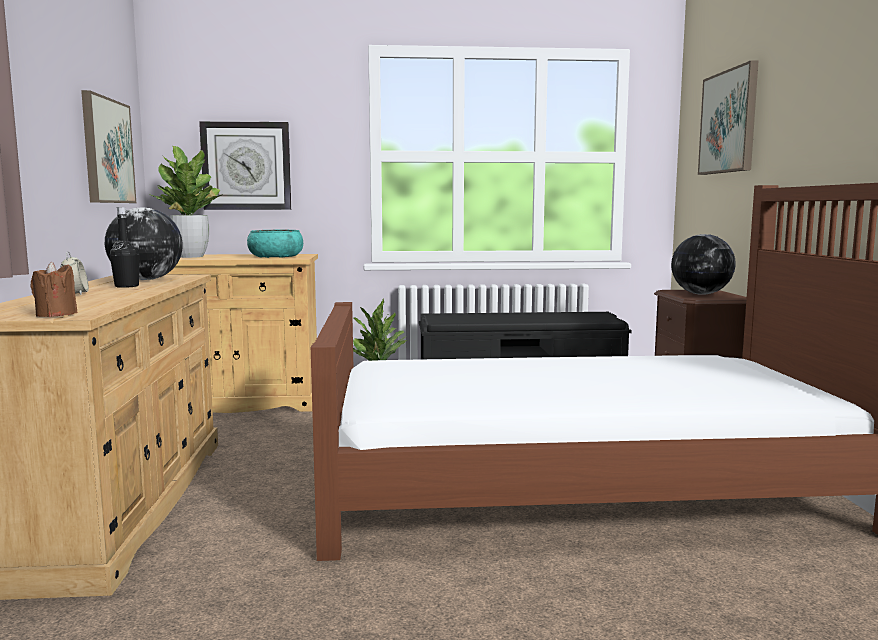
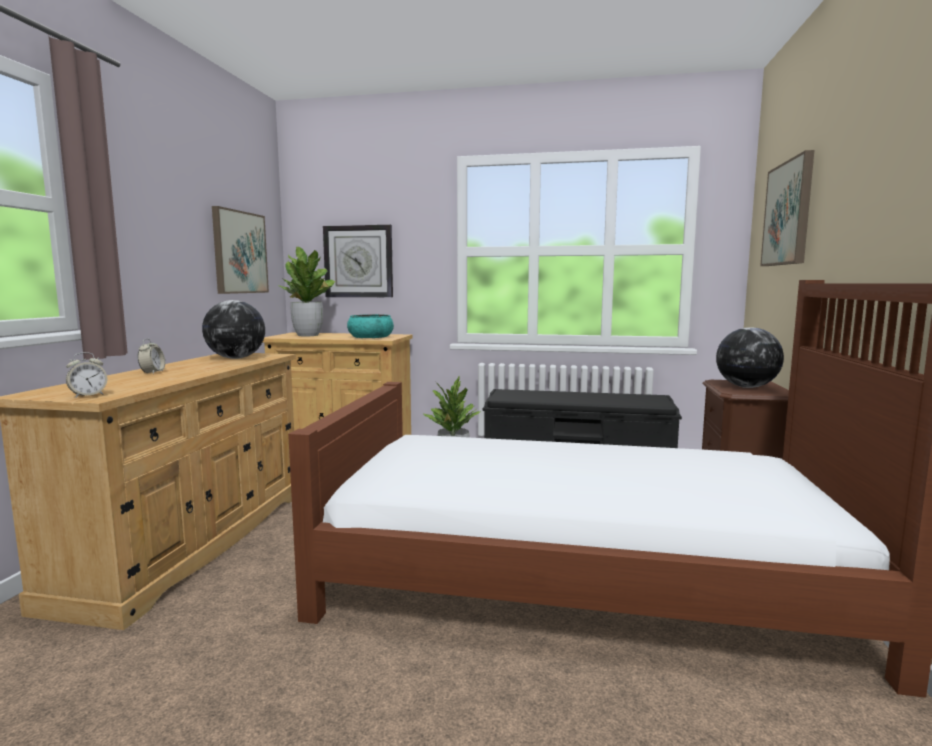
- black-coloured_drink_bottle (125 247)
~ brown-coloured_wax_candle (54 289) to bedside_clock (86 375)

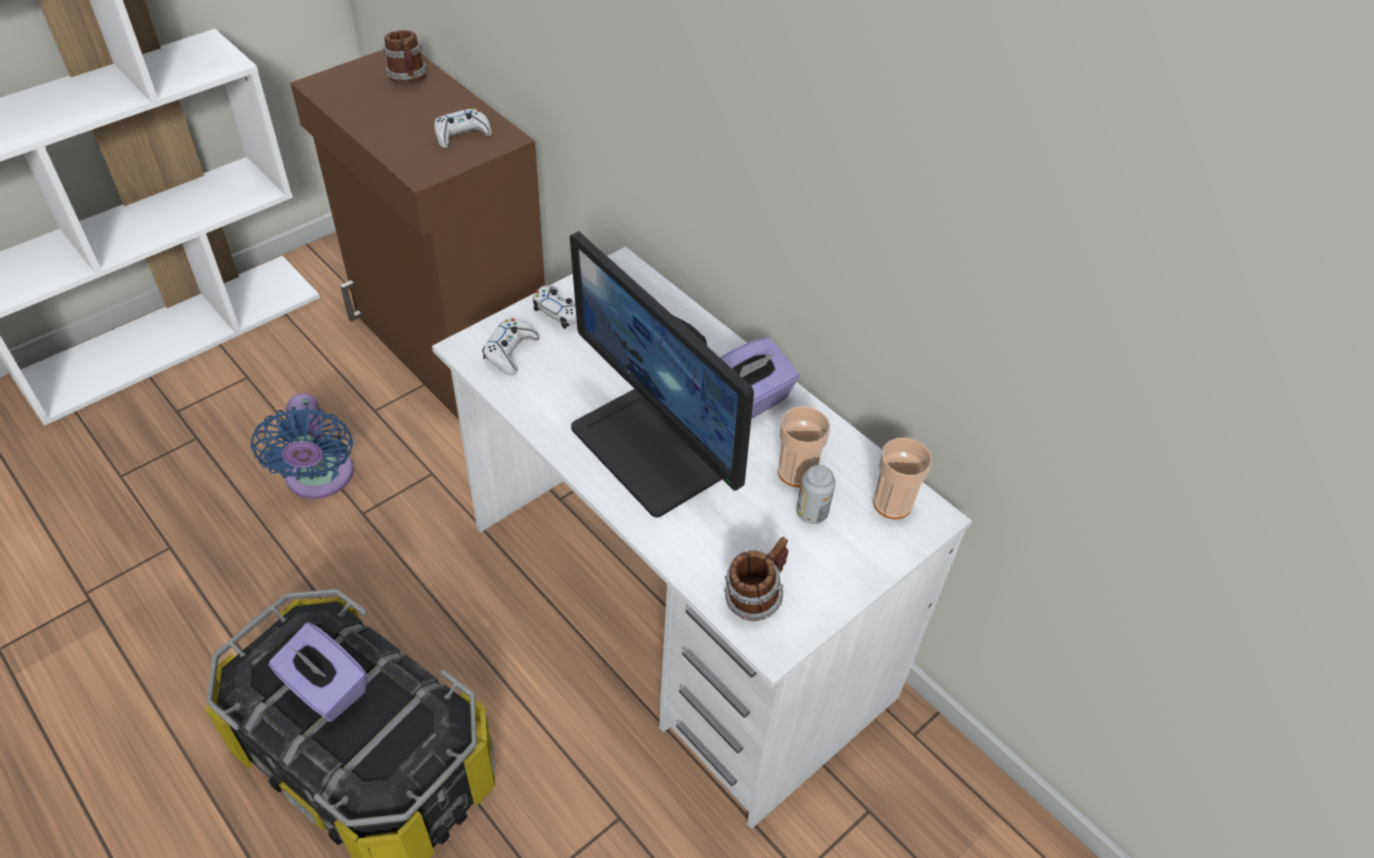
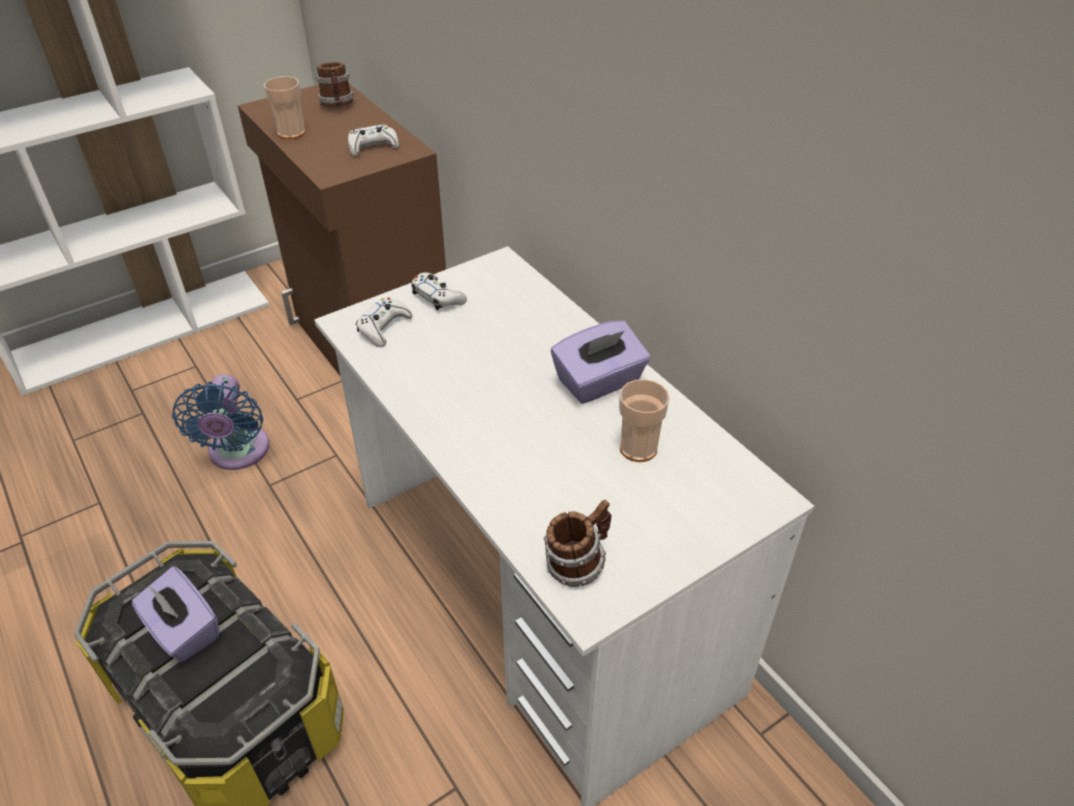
- monitor (662 374)
~ drinking_cup (902 478) to (284 108)
- metal_can (816 494)

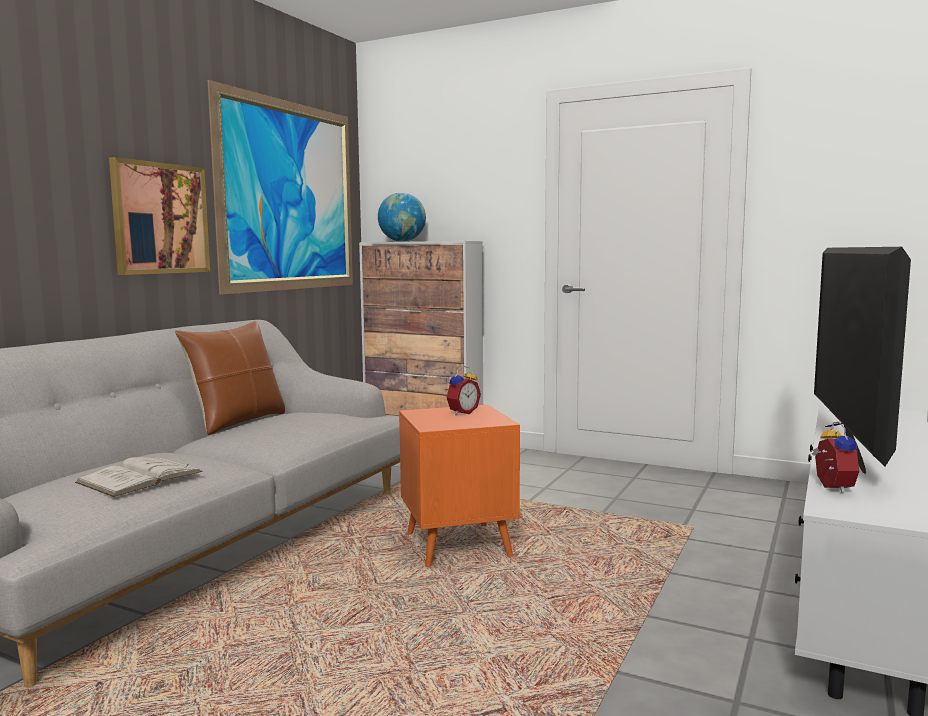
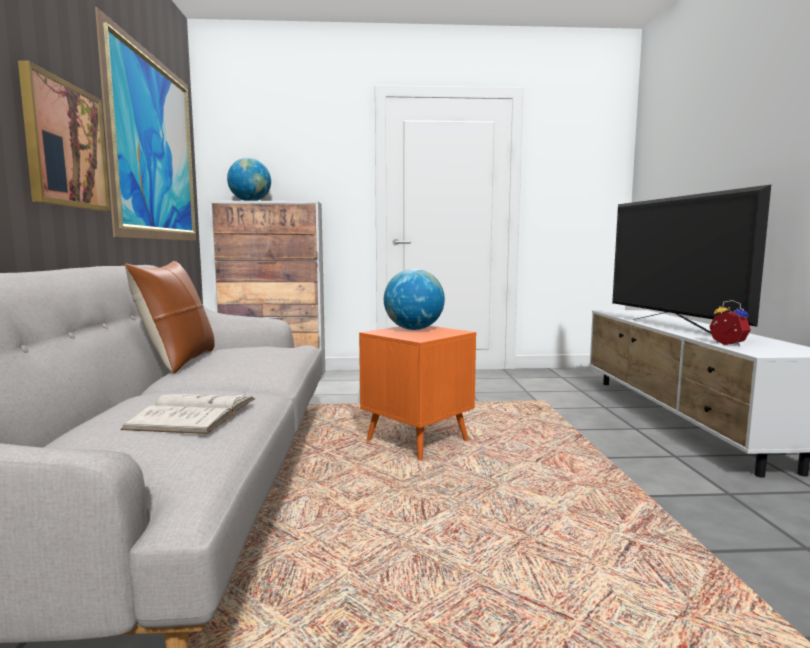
~ bedside_clock (463 390) to globe (414 299)

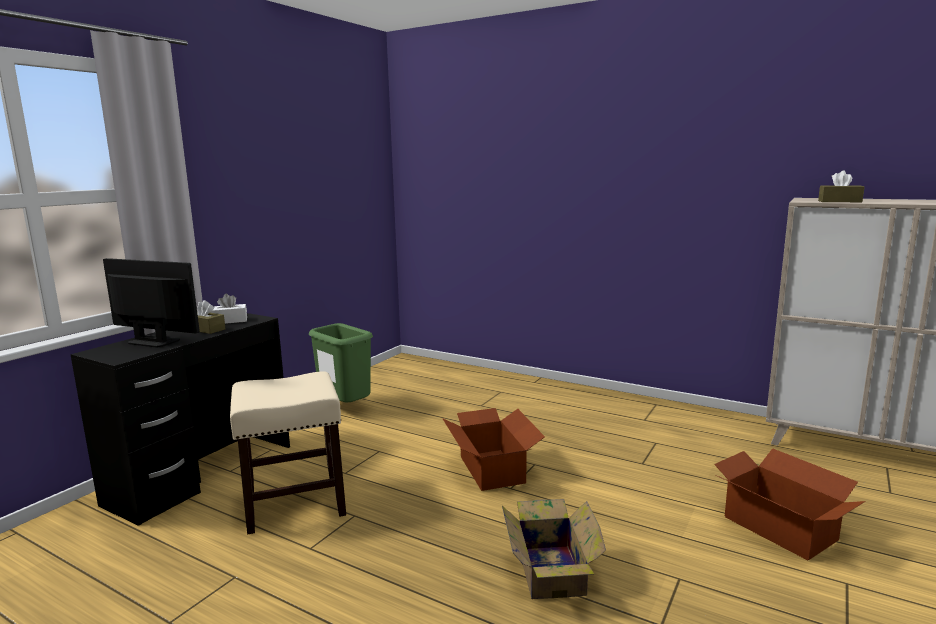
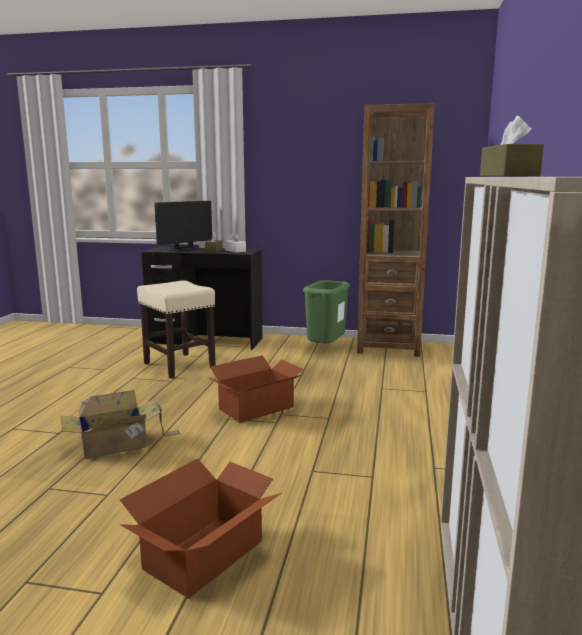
~ monitor (151 302) = (183 226) 45 degrees clockwise
+ brown-coloured_bookshelf (396 230)

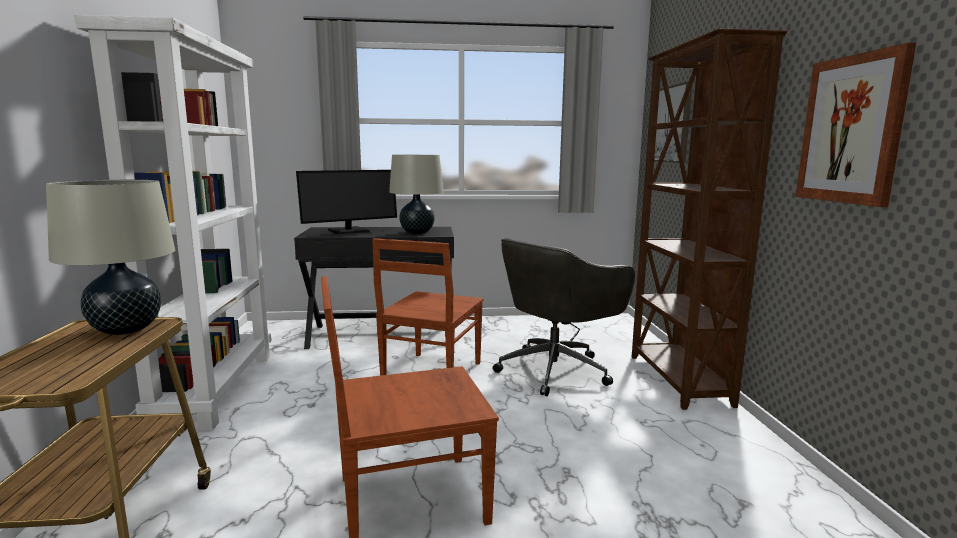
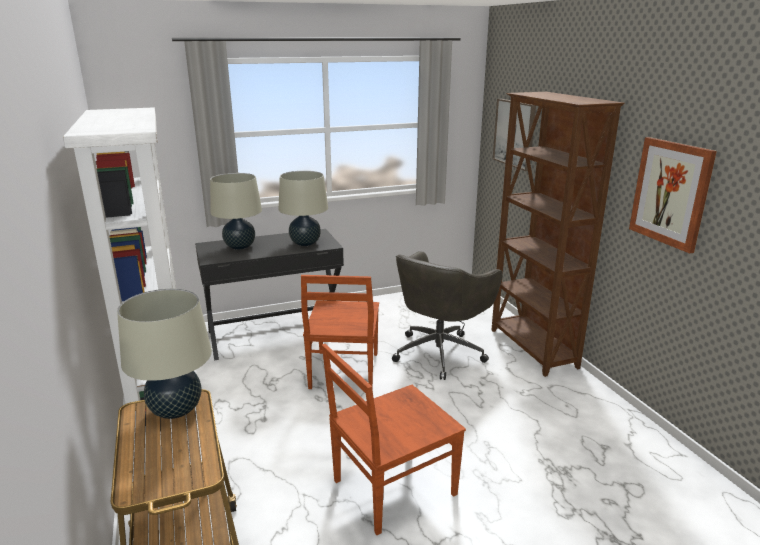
~ monitor (346 202) to beige-coloured_table_lamp (236 211)

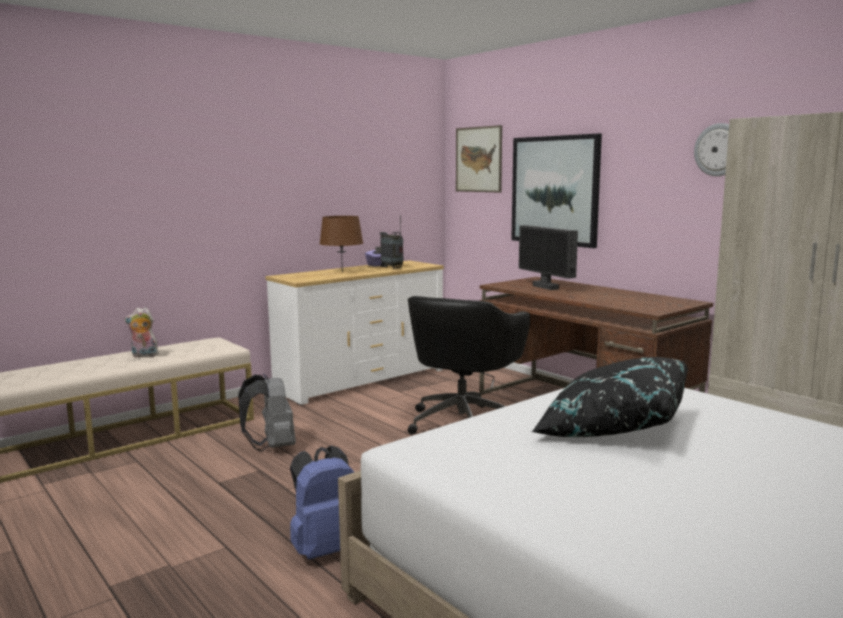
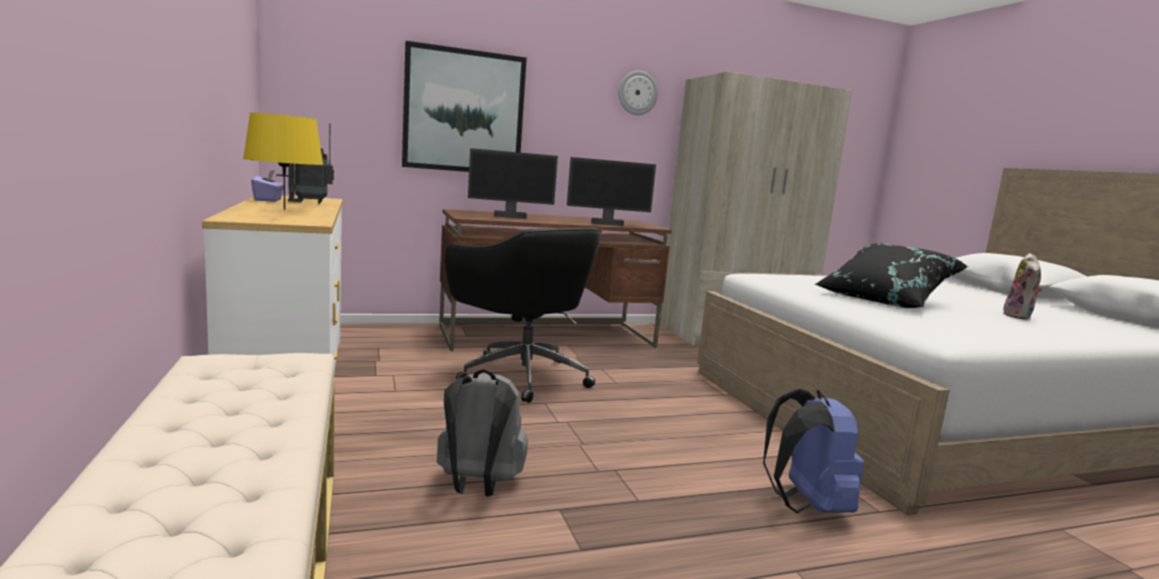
- picture (479 158)
~ brown-coloured_table_lamp (341 244) to yellow_table_lamp (283 161)
~ plush_toy (142 332) to (1023 286)
+ monitor (611 191)

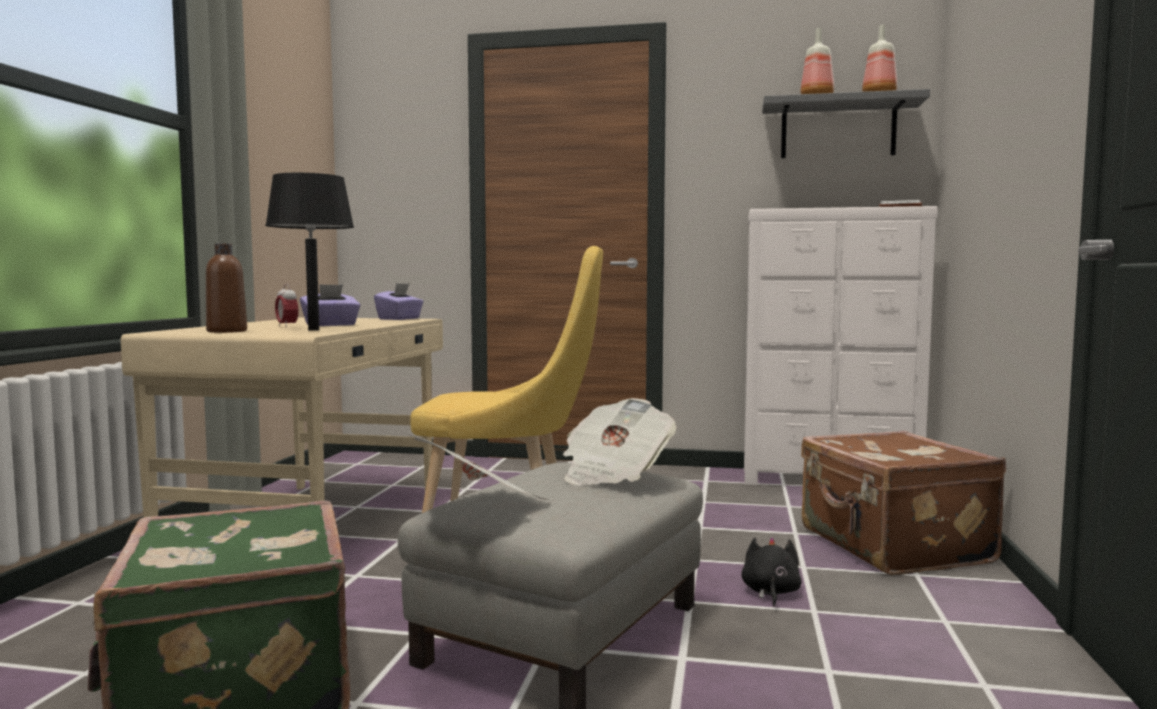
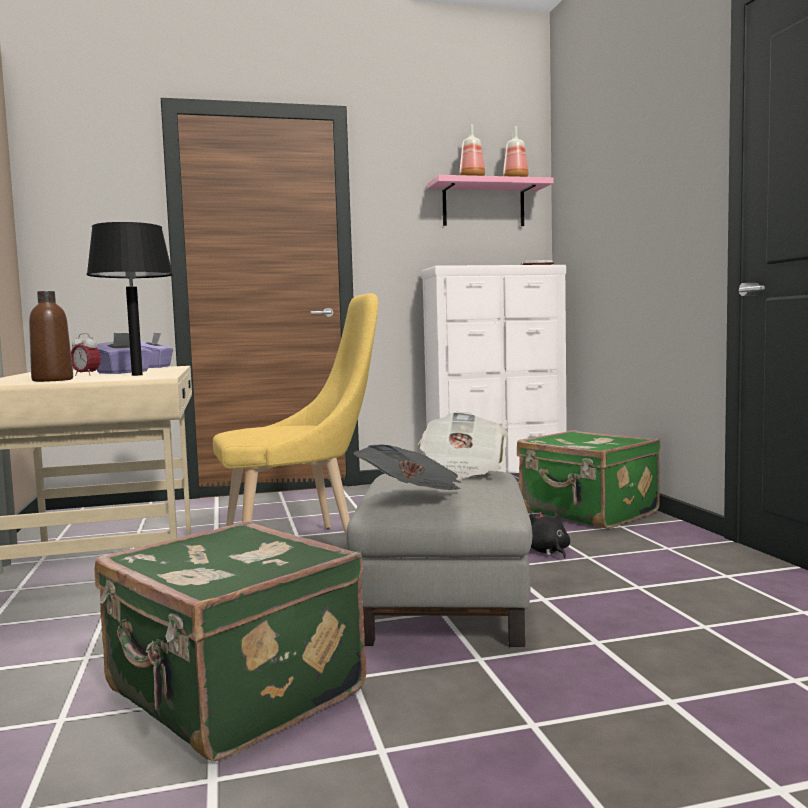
~ grey_bracket_shelf (846 123) to pink_bracket_shelf (490 200)
~ brown-coloured_suitcase (903 503) to green_suitcase (589 479)

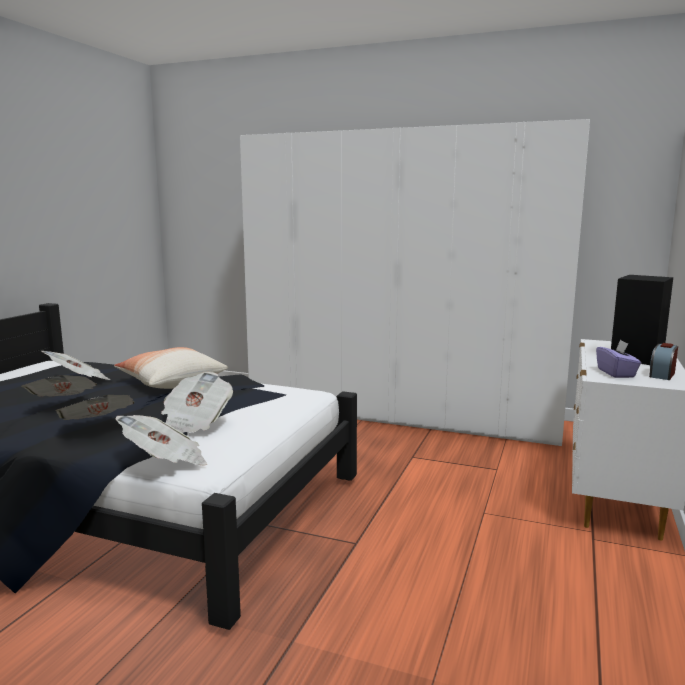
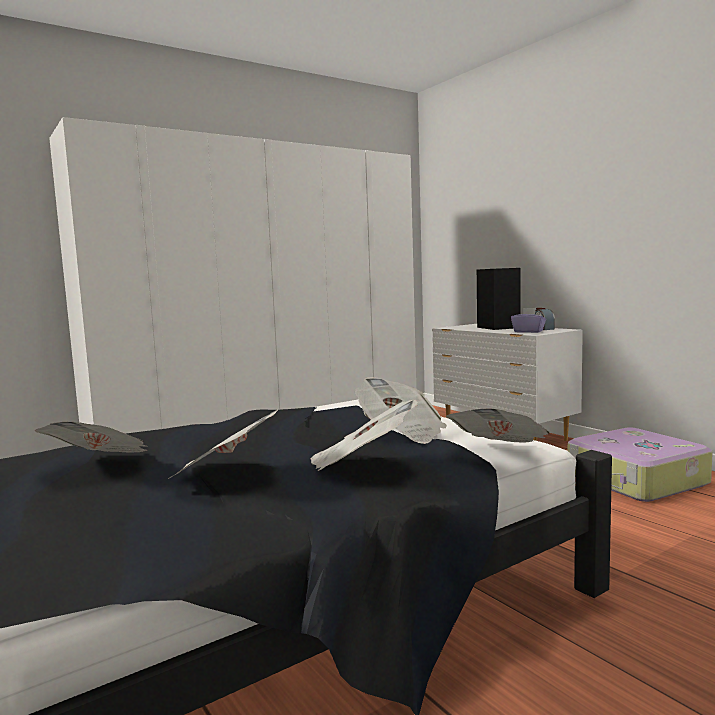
- cushion (171 368)
+ suitcase (640 464)

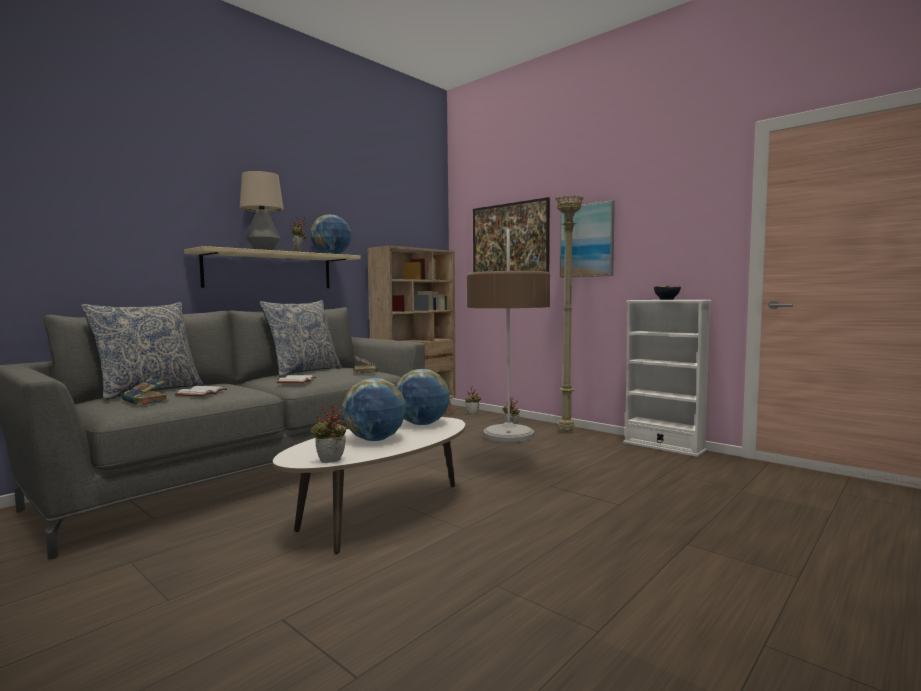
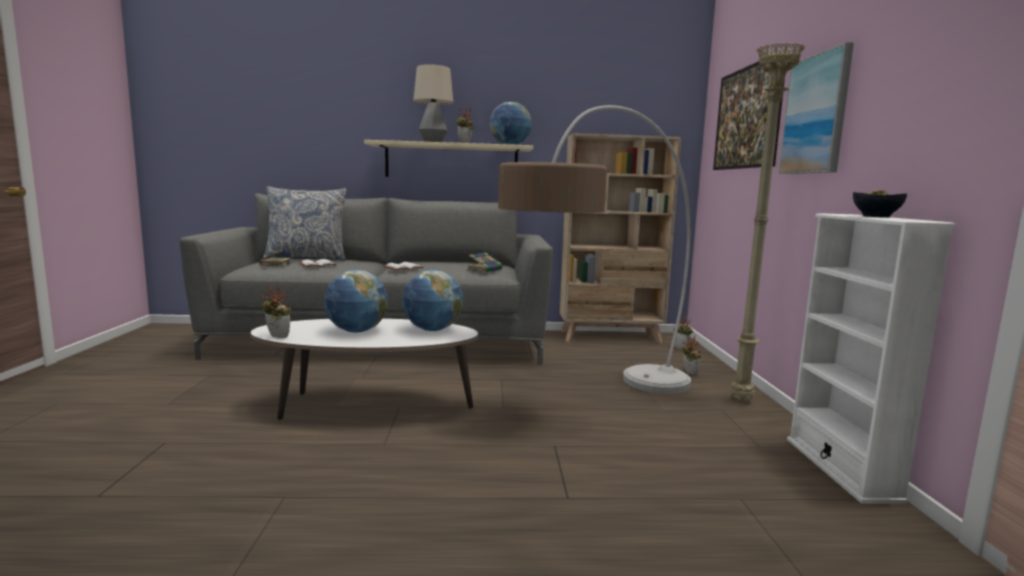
- cushion (300 338)

